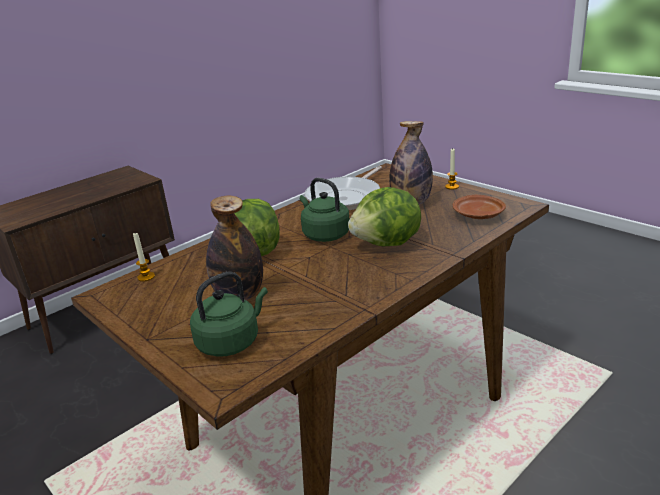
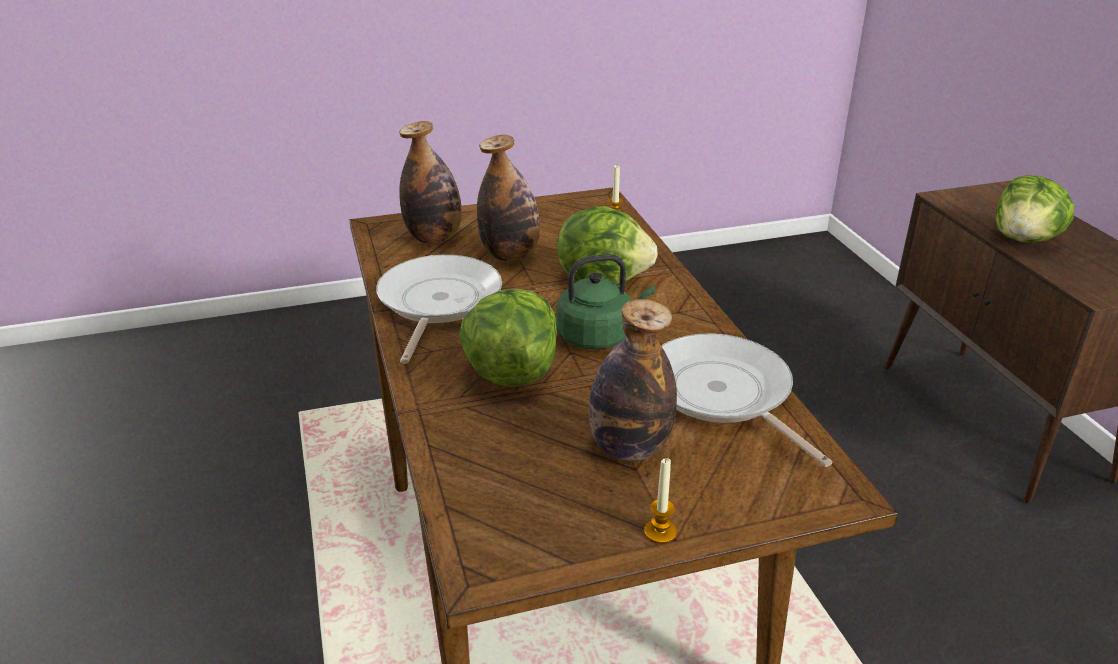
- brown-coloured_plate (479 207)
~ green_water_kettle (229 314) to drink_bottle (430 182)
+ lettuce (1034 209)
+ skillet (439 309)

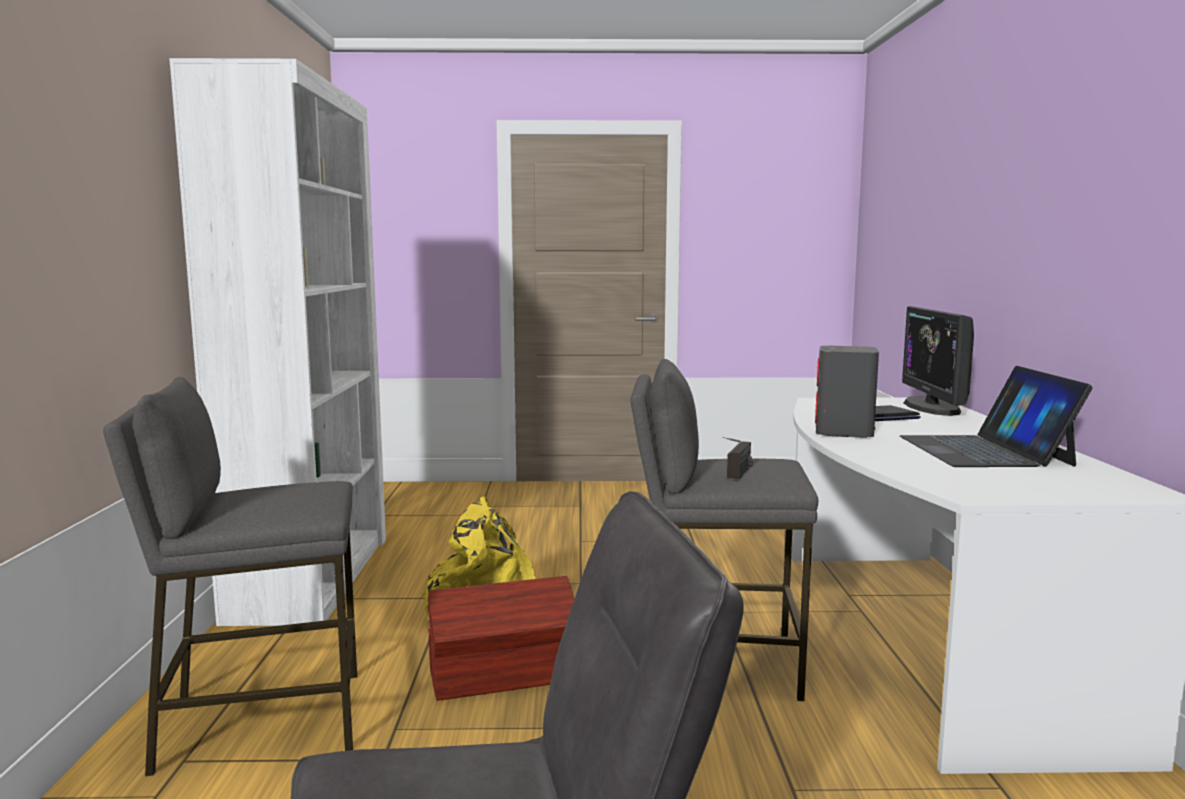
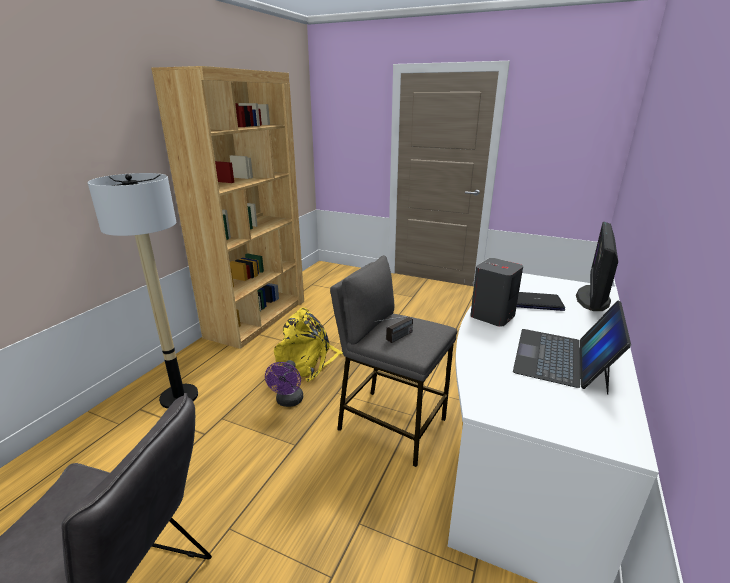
~ white-coloured_bookshelf (277 342) to brown-coloured_bookshelf (227 207)
~ grey_sitting_stool (230 576) to floor_lamp (143 291)
~ brown-coloured_storage_container (501 638) to purple_electric_fan (284 383)

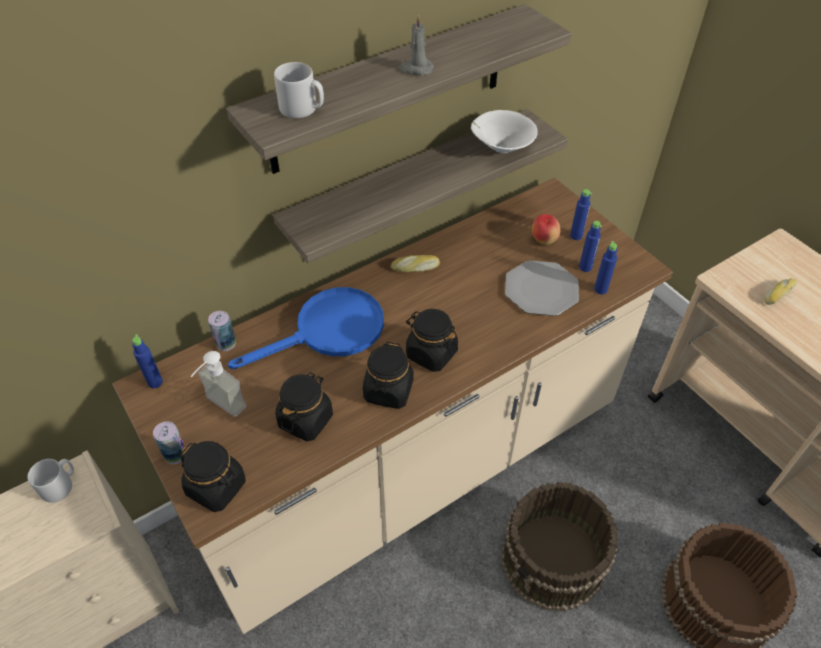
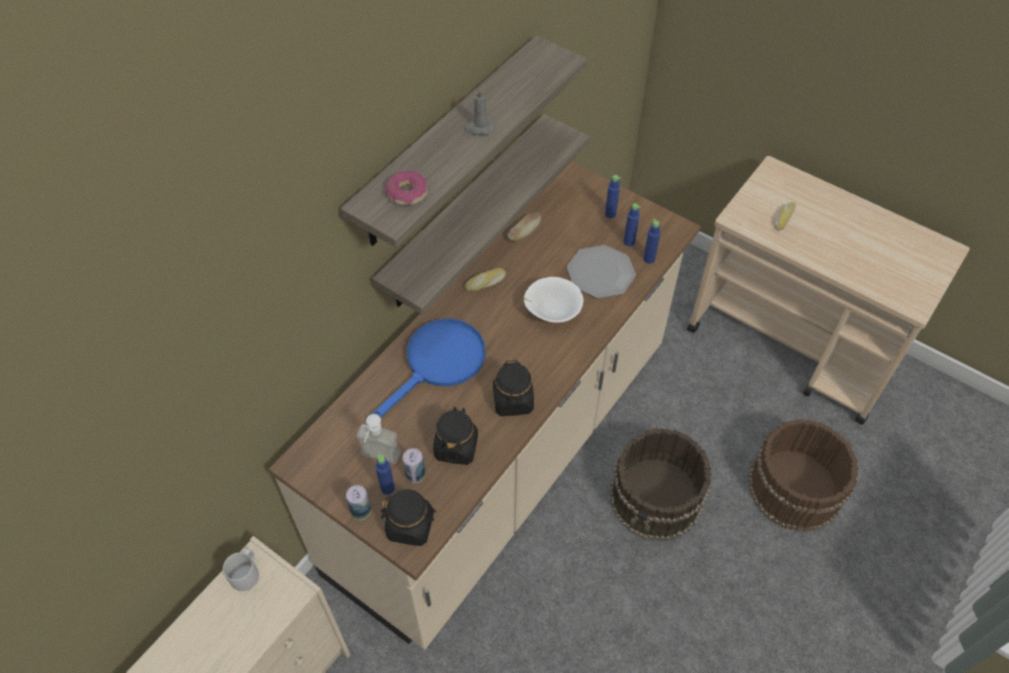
~ grey_tea_mug (299 90) to doughnut (406 188)
~ white-coloured_deep_dish (504 131) to (553 300)
- whole_apple (546 229)
- black-coloured_preserve_jar (432 340)
~ metal_can (222 331) to (414 465)
~ blue_drink_bottle (147 361) to (385 474)
+ bread (524 226)

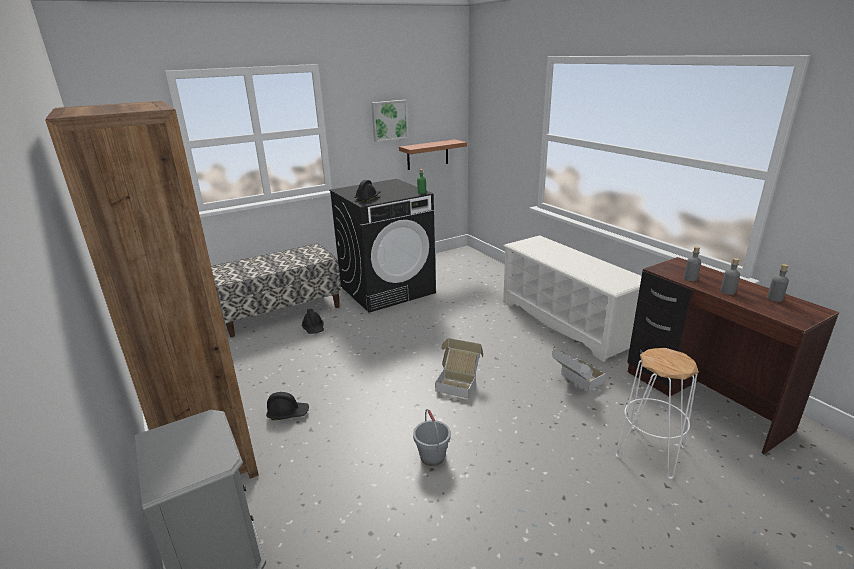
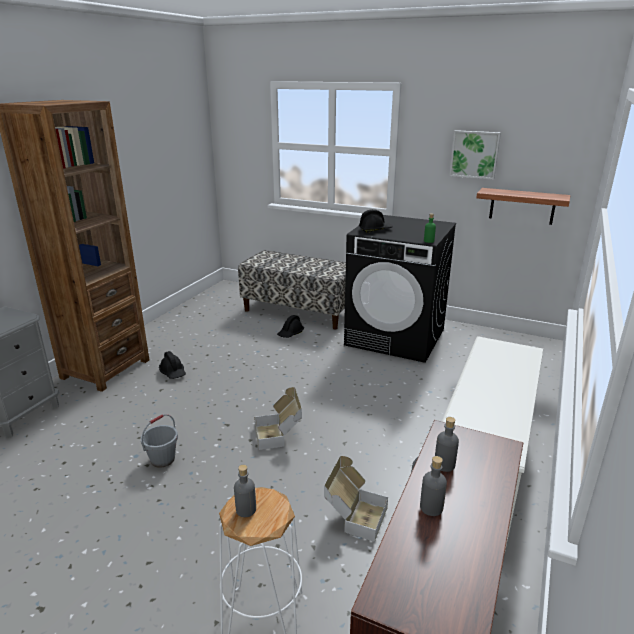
~ grey_drink_bottle (778 283) to (245 491)

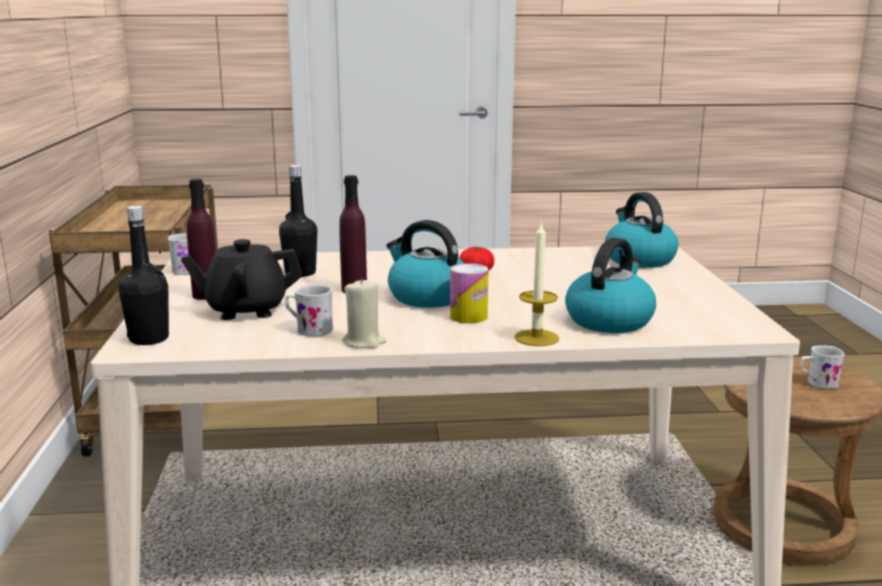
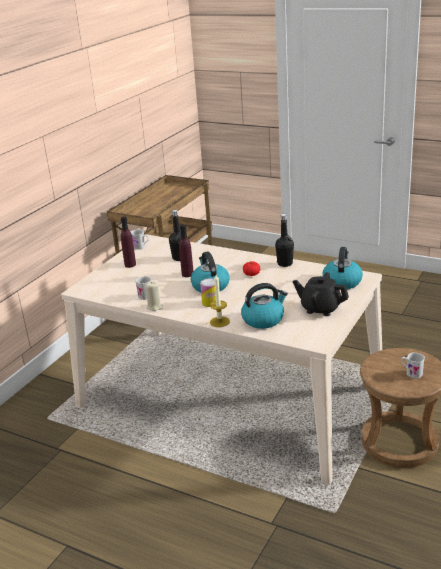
~ black-coloured_drink_bottle (143 275) to (284 240)
~ black-coloured_pot_for_tea (241 279) to (321 294)

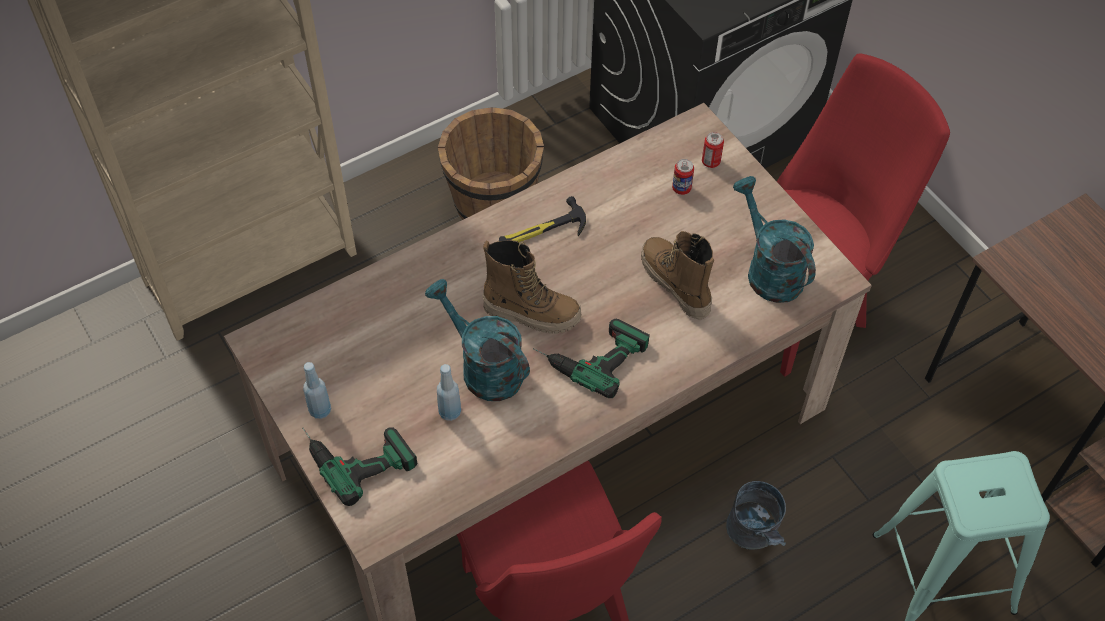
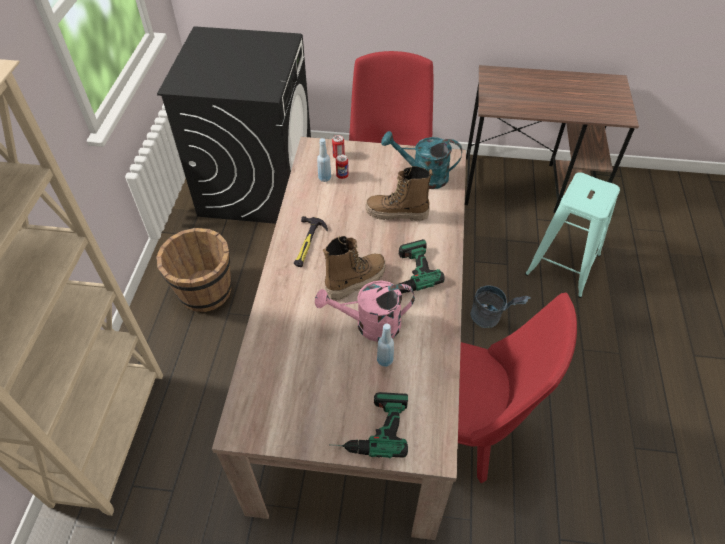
~ turquoise-coloured_watering_can (477 340) to pink_watering_can (365 311)
~ blue_drink_bottle (317 390) to (324 160)

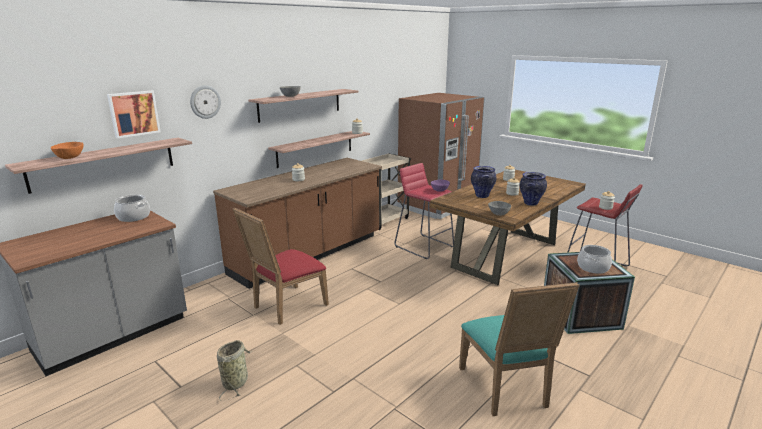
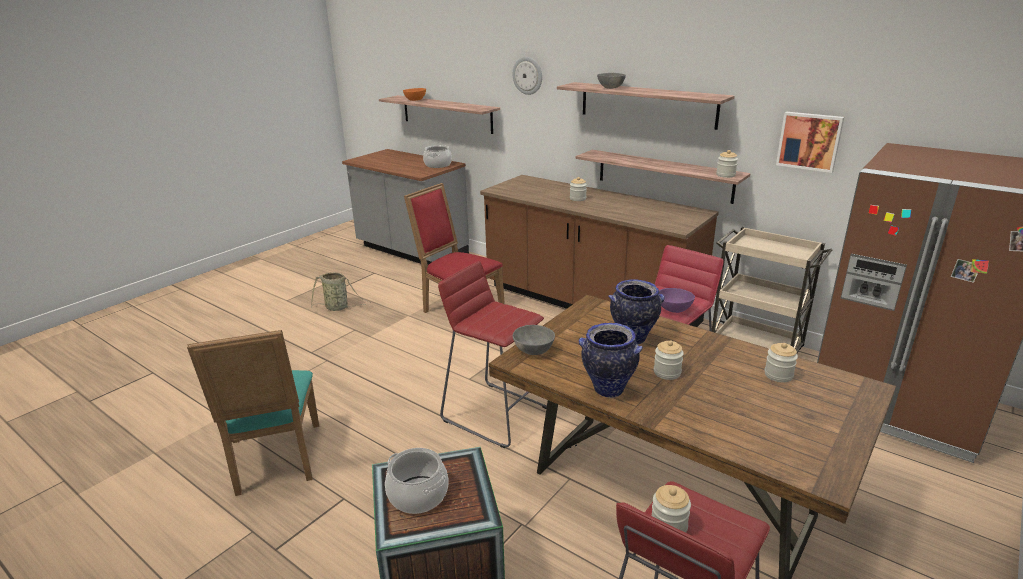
~ picture (134 114) to (810 142)
~ turquoise-coloured_chair (519 349) = (253 413) 90 degrees counterclockwise
+ red-coloured_sitting_stool (492 354)

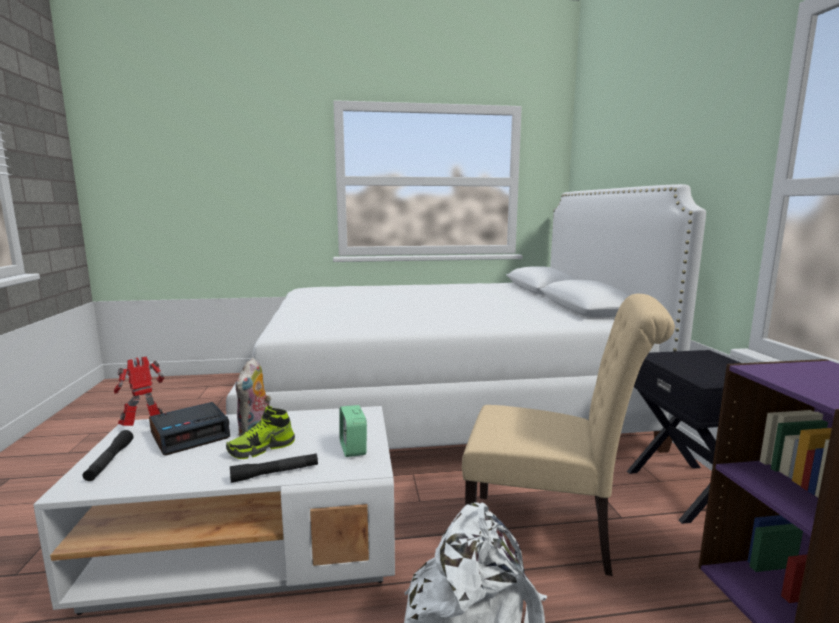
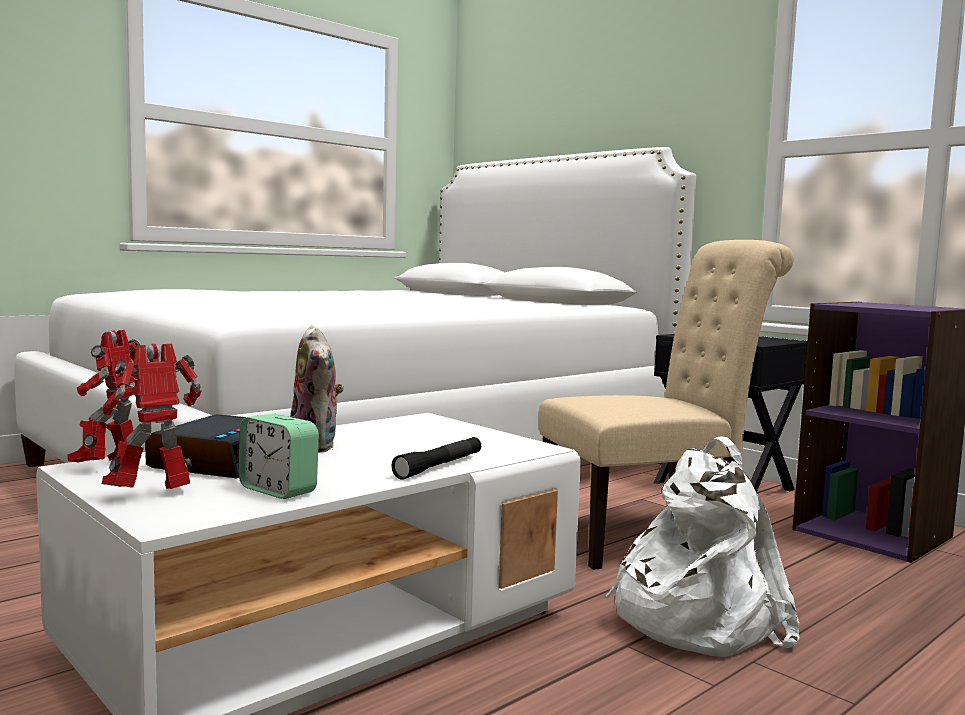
~ bedside_clock (353 431) to (279 456)
- shoe (260 432)
~ black-coloured_hand_torch (108 455) to toy_robot (151 416)

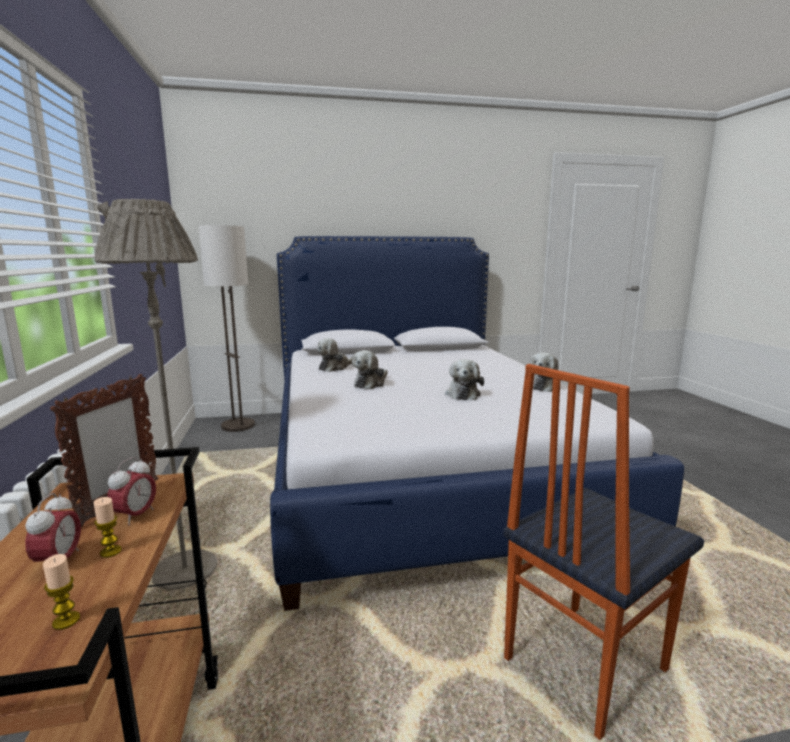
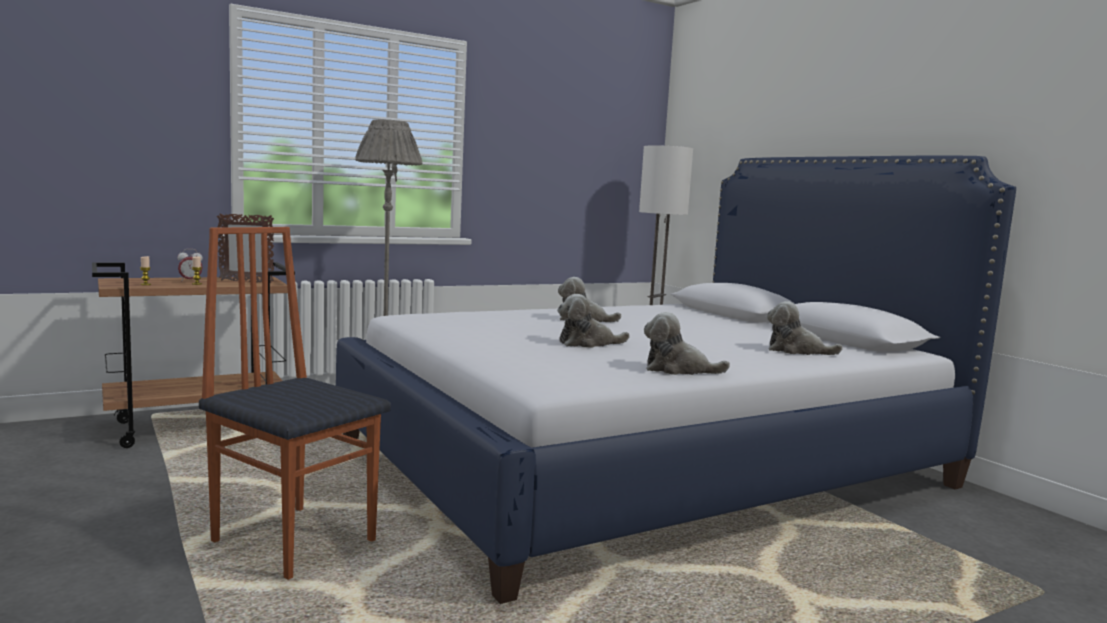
~ plush_toy (335 355) to (805 328)
- bedside_clock (131 491)

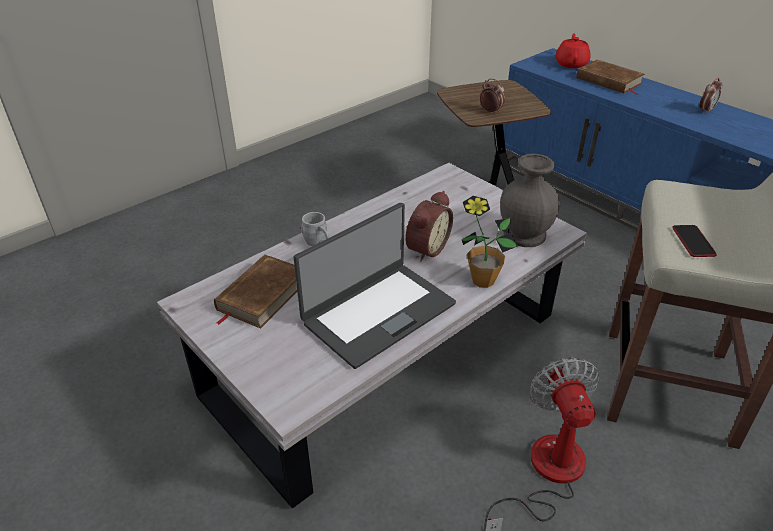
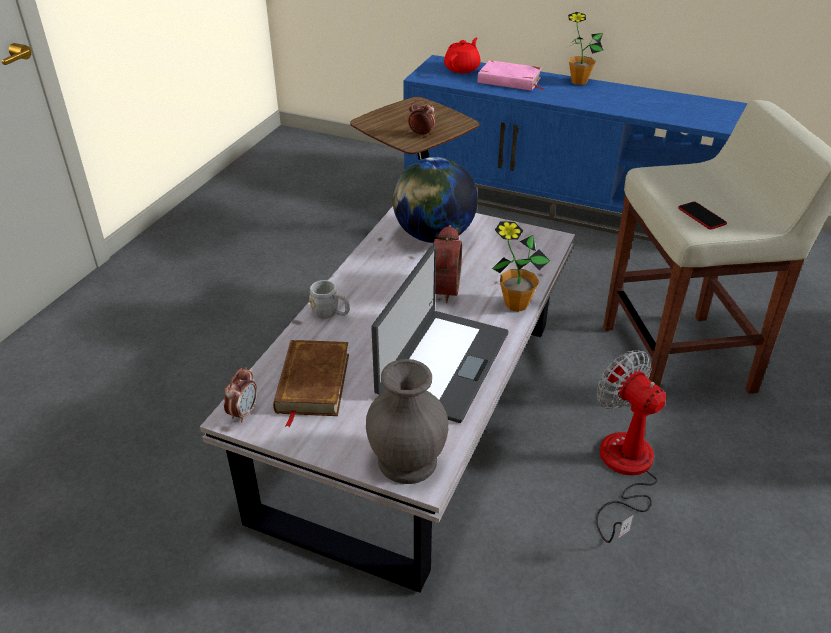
~ red-coloured_pot_for_tea (573 51) = (462 55) 45 degrees clockwise
~ brown-coloured_volume (610 77) to pink_volume (511 75)
~ bedside_clock (710 96) to (240 395)
~ grey_vase (530 200) to (407 421)
+ houseplant (585 48)
+ globe (435 200)

